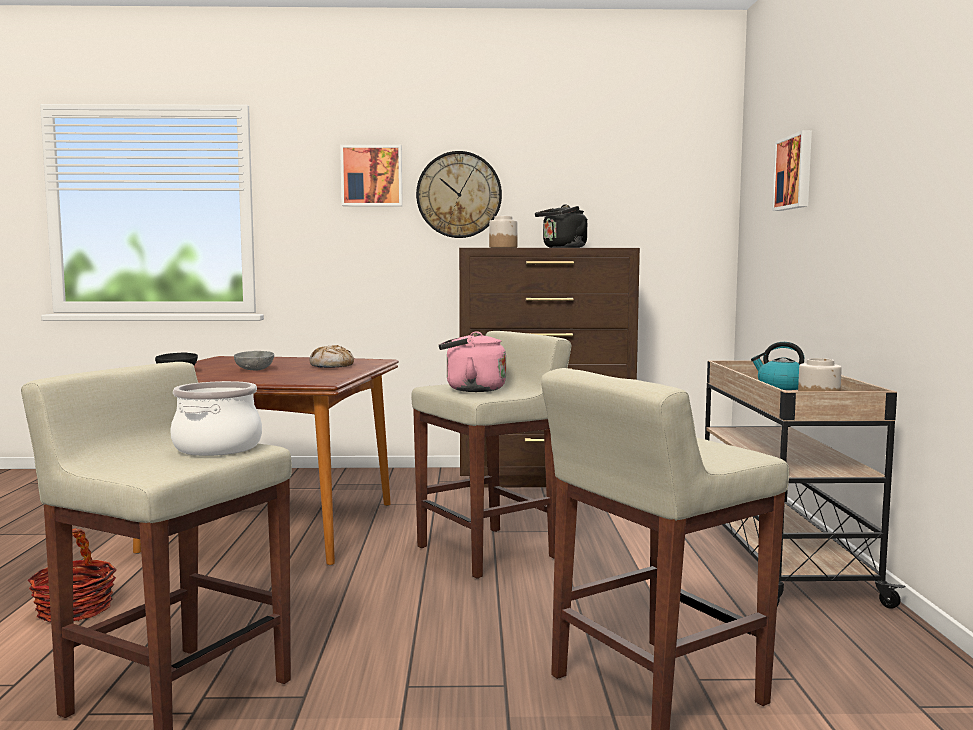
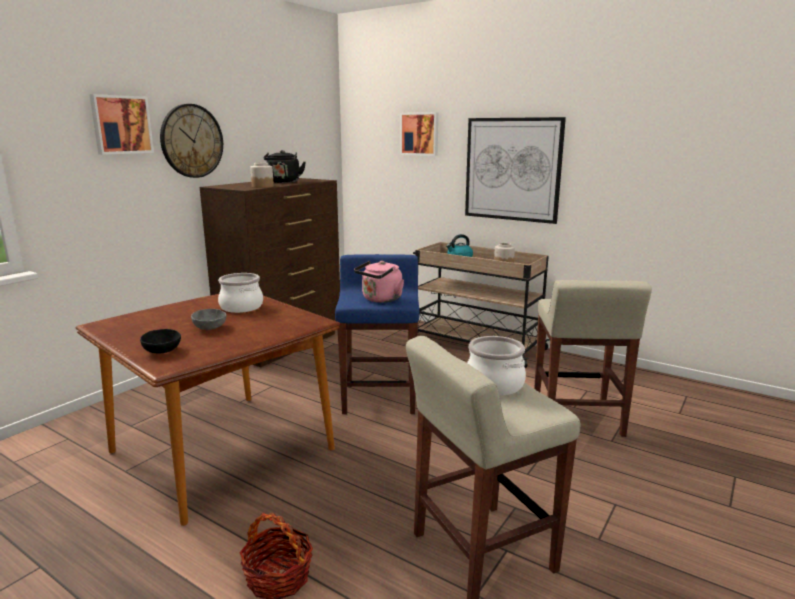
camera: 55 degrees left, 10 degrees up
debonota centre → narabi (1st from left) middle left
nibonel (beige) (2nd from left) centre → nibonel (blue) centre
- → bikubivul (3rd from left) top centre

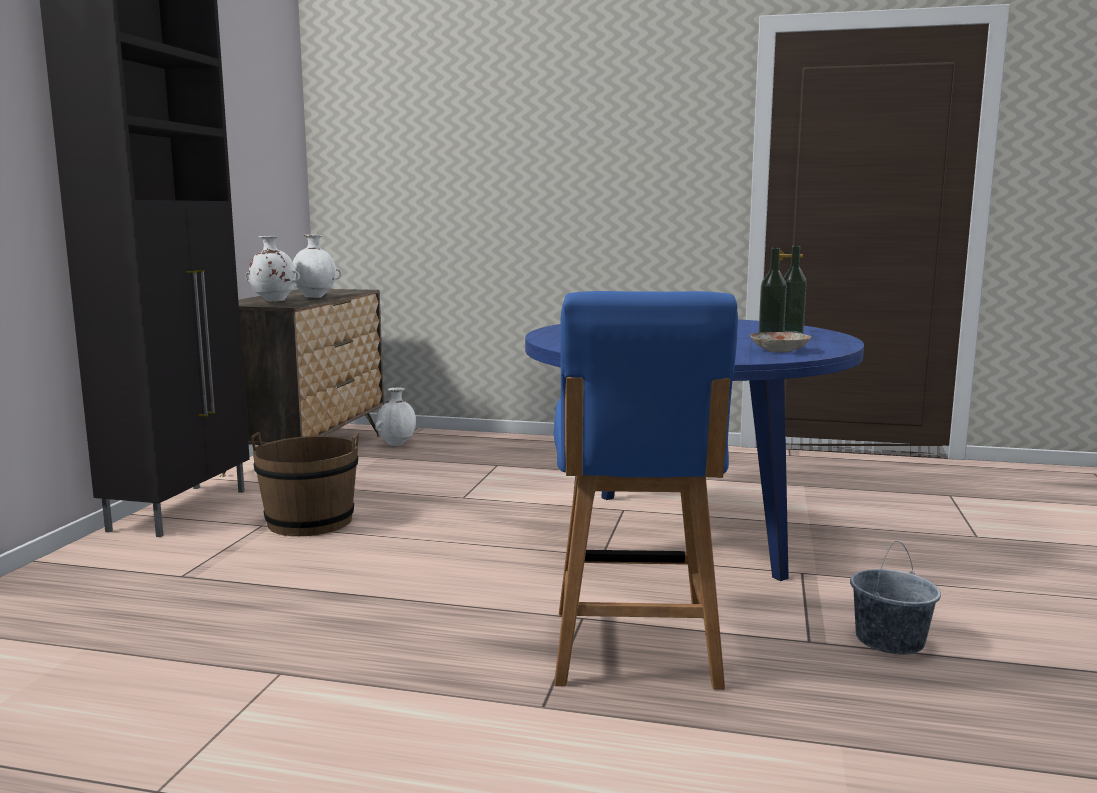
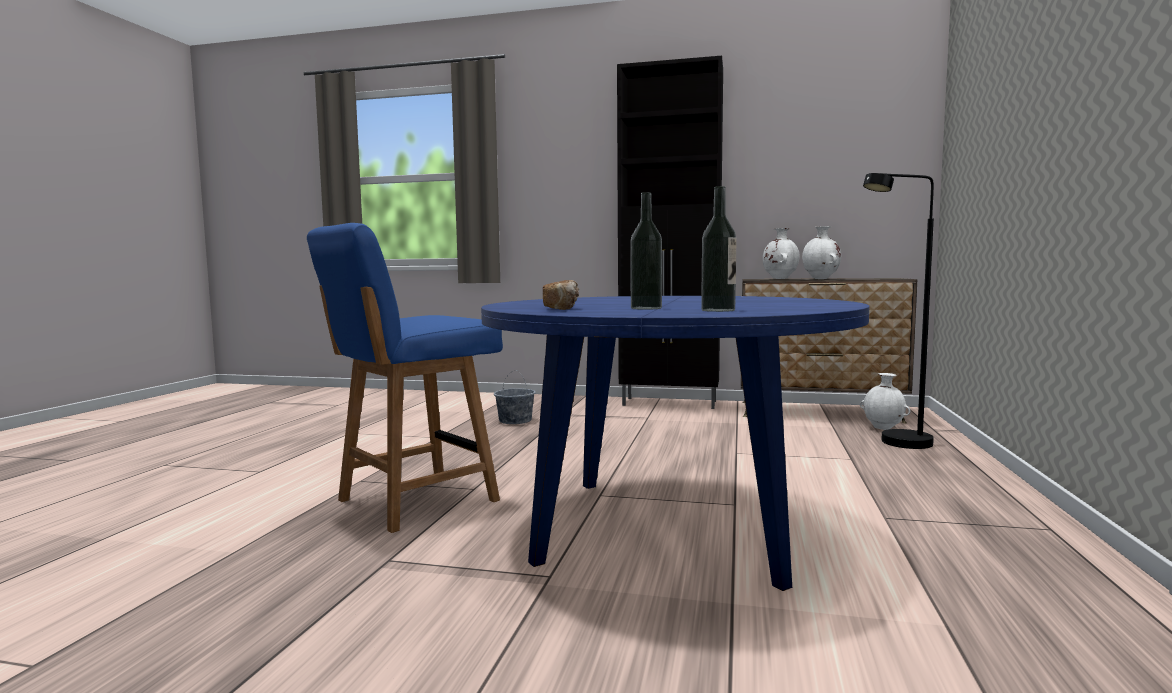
camera: 90 degrees right, 5 degrees down
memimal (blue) centre, 45 degrees counterclockwise
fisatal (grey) bottom right → fisatal (grey) centre, moved
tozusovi middle right → debonota centre
- → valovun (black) middle right
fisatal (brown) middle left → -

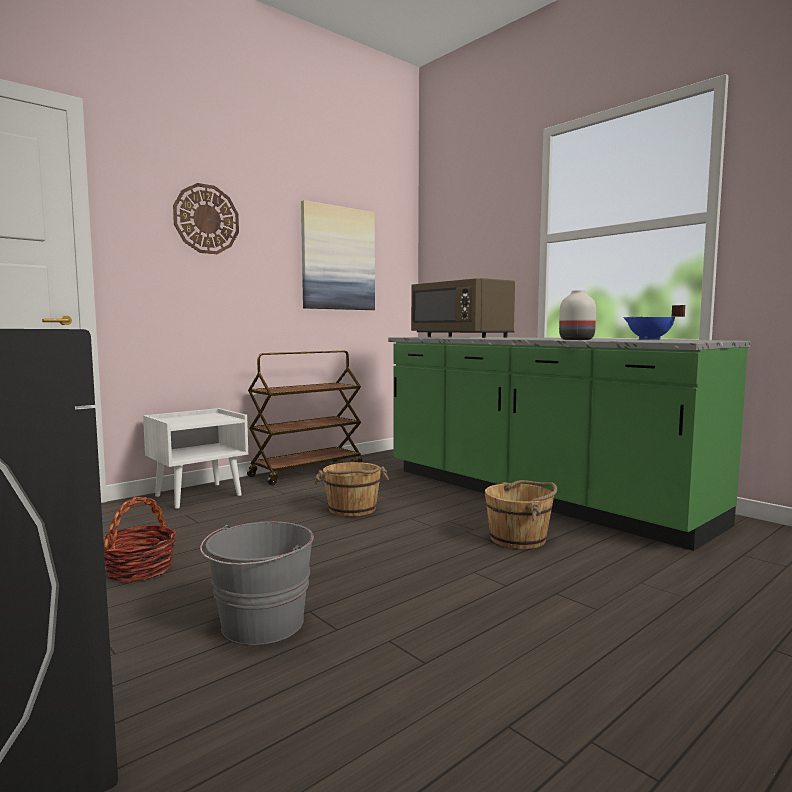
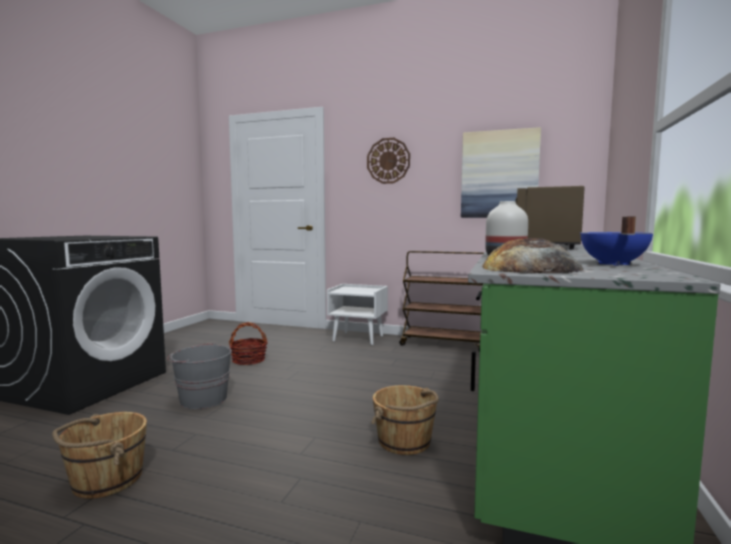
camera: 60 degrees right, 0 degrees up
fisatal (brown) (1st from left) centre → fisatal (brown) (1st from left) bottom left, moved
- → debonota middle right

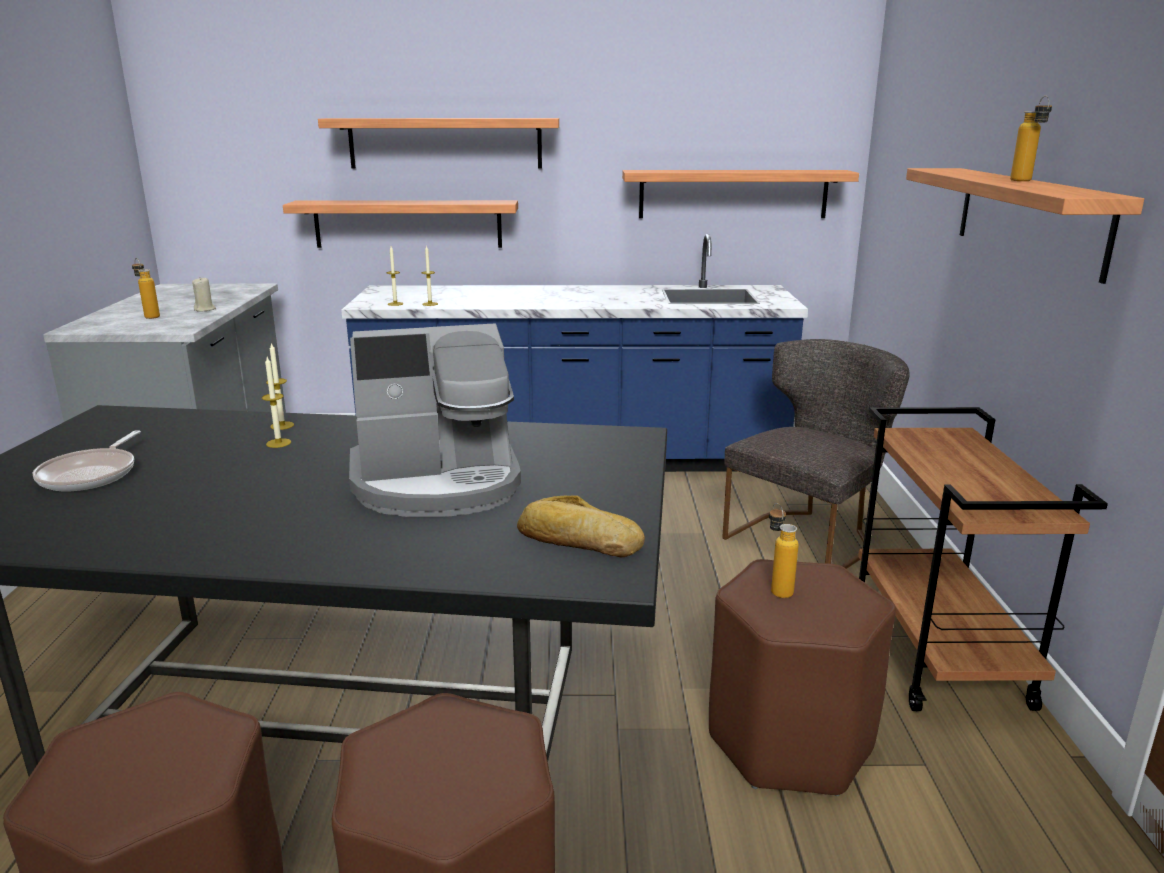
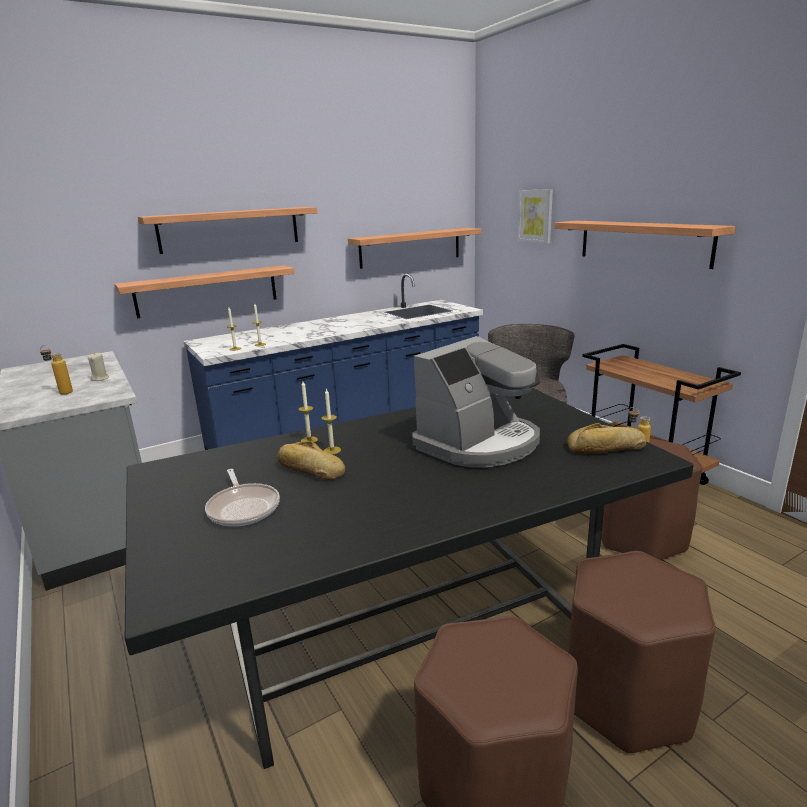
camera: 30 degrees left, 0 degrees up
- → debonota (1st from left) centre
- → bikubivul top centre
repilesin (3rd from left) top right → -

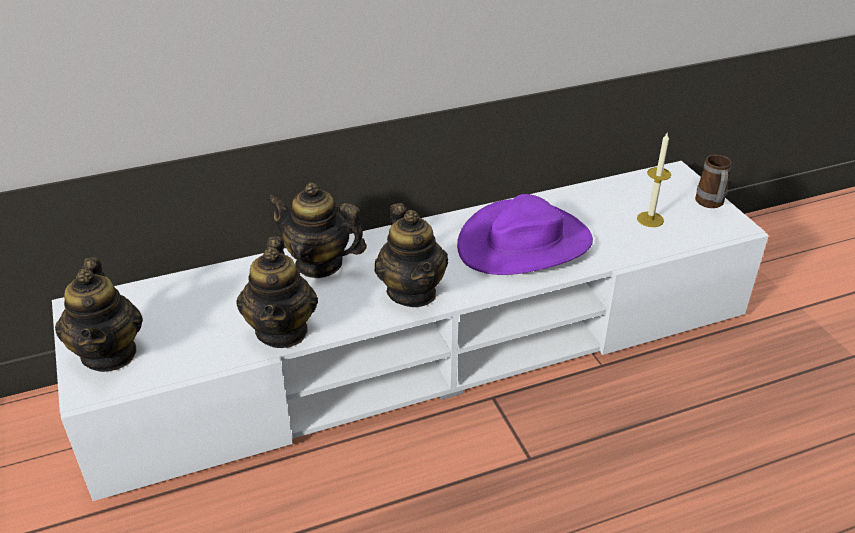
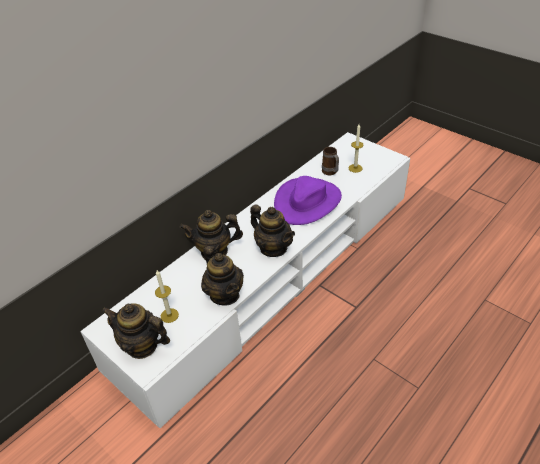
camera: 25 degrees left, 5 degrees up
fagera (1st from left) middle left → fagera (1st from left) bottom left, 150 degrees clockwise
- → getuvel (1st from left) middle left
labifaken middle right → labifaken centre, moved

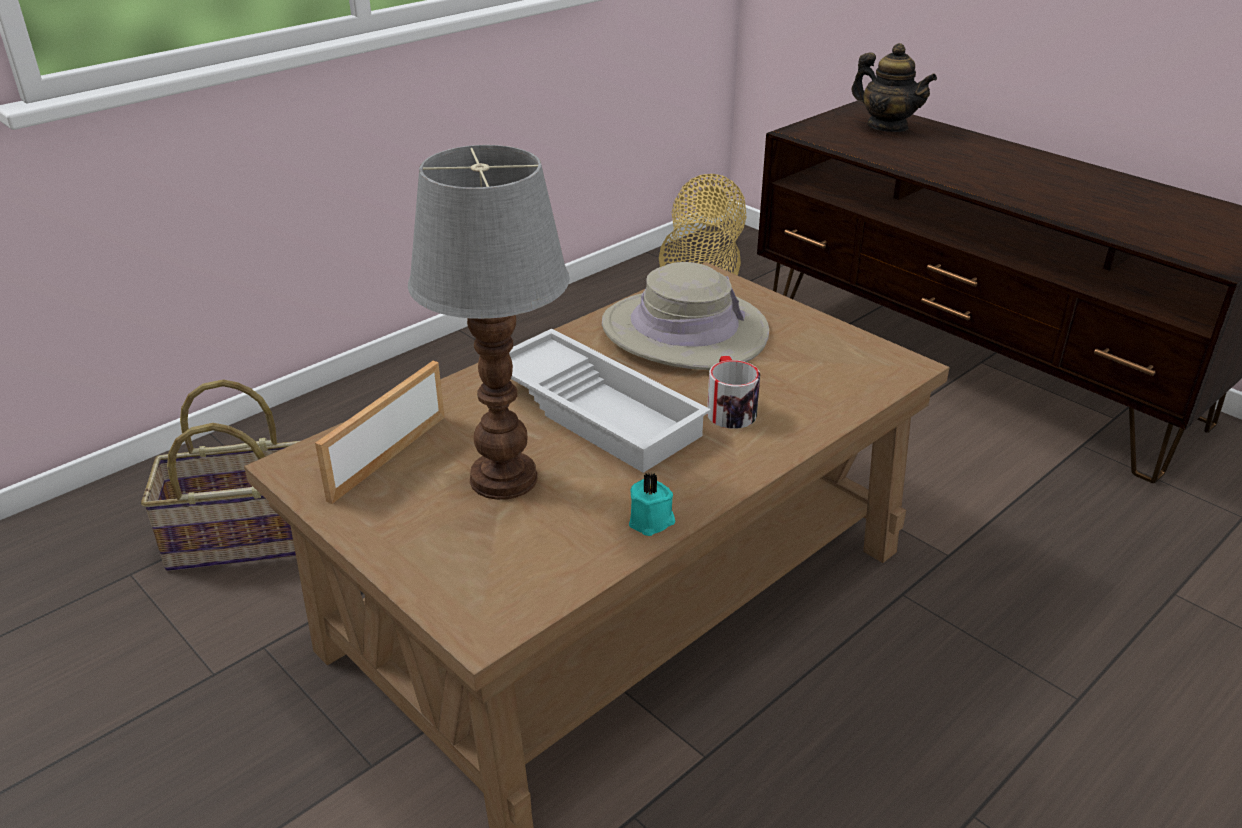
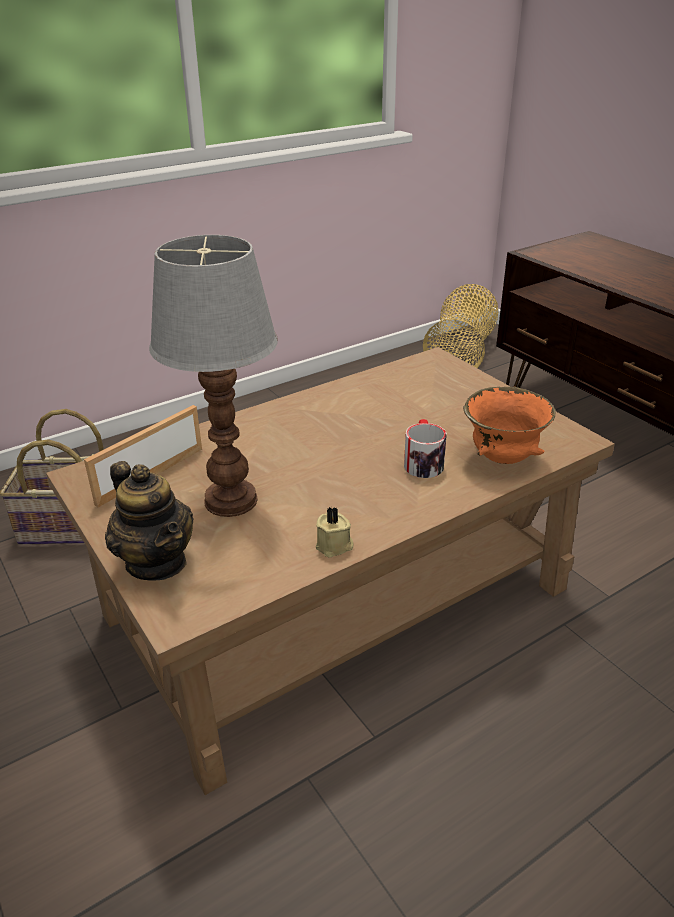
camera: 10 degrees right, 0 degrees up
fagera top right → fagera middle left, moved
getuvel (turquoise) centre → getuvel (beige) centre
- → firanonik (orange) middle right
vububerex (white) centre → -
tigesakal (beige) centre → -

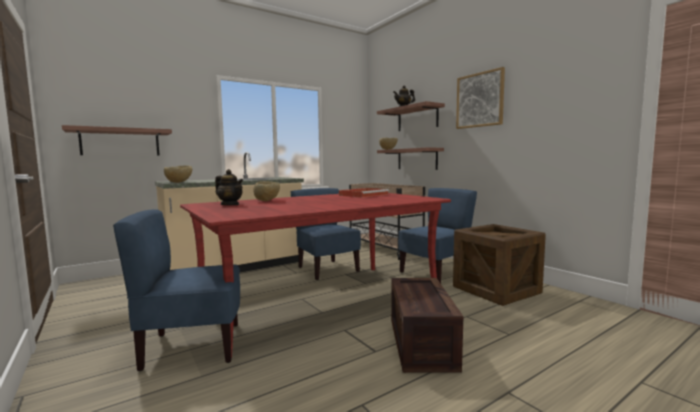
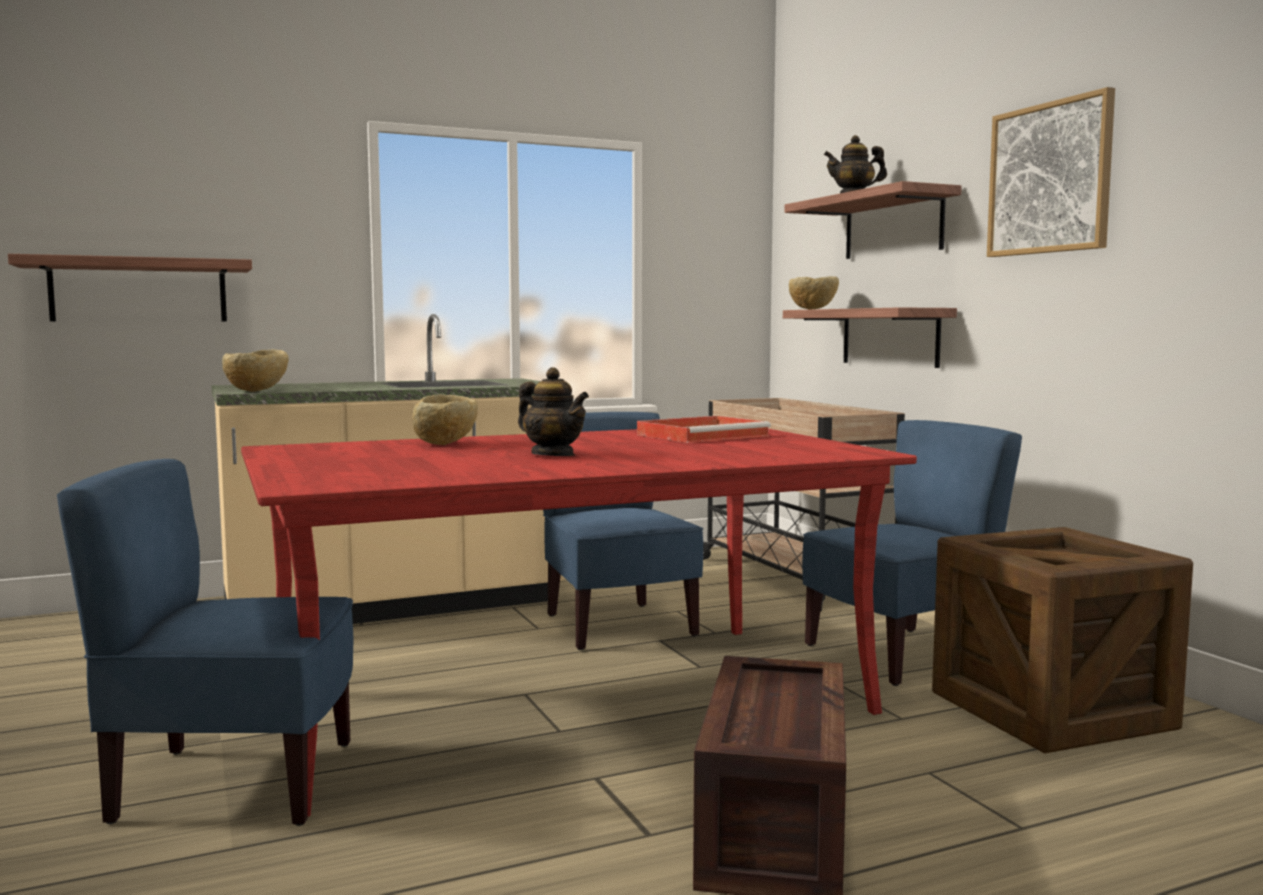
camera: 10 degrees right, 0 degrees up
fagera (1st from left) middle left → fagera (1st from left) centre, moved

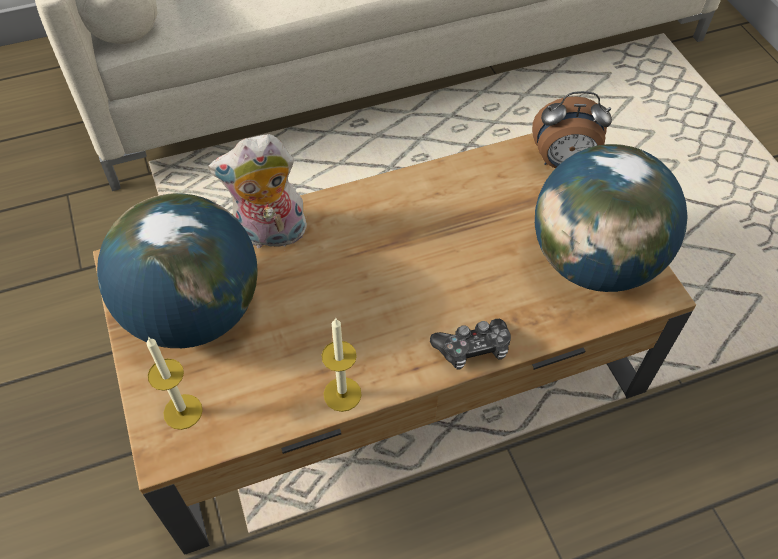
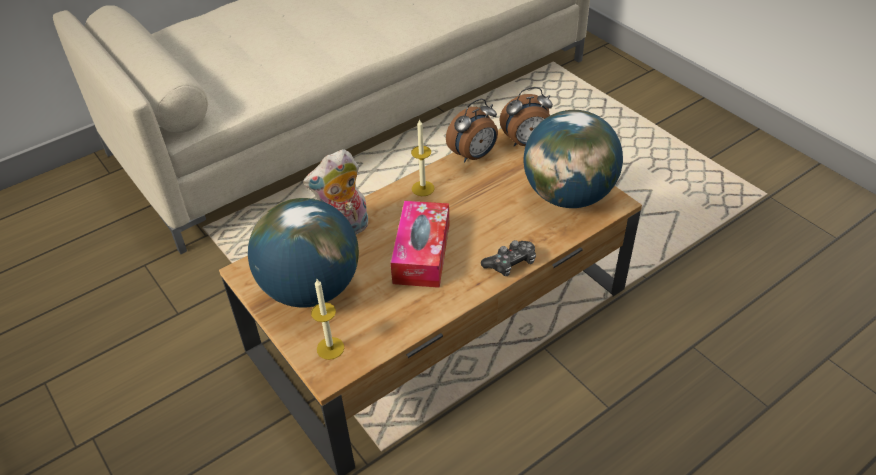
camera: 15 degrees left, 10 degrees down
- → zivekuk centre
getuvel (2nd from left) centre → getuvel (2nd from left) top centre, moved
- → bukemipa (1st from left) top centre

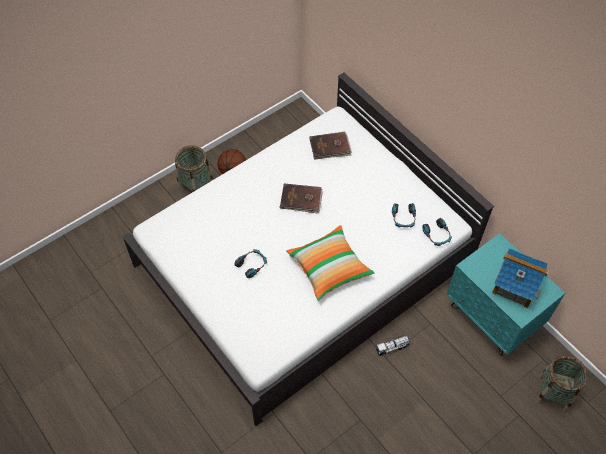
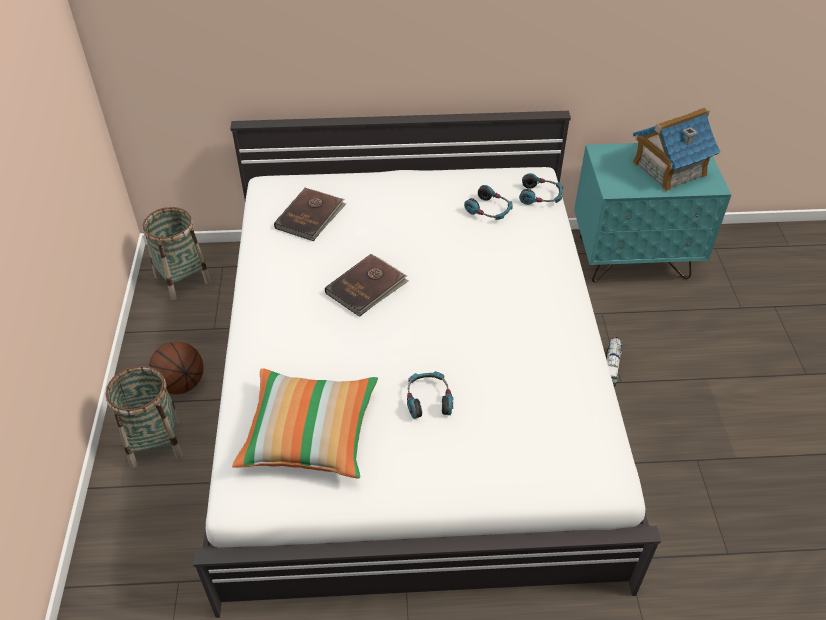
camera: 55 degrees left, 10 degrees down
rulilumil (2nd from left) bottom right → rulilumil (2nd from left) middle left, moved
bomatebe centre → bomatebe bottom centre, moved

